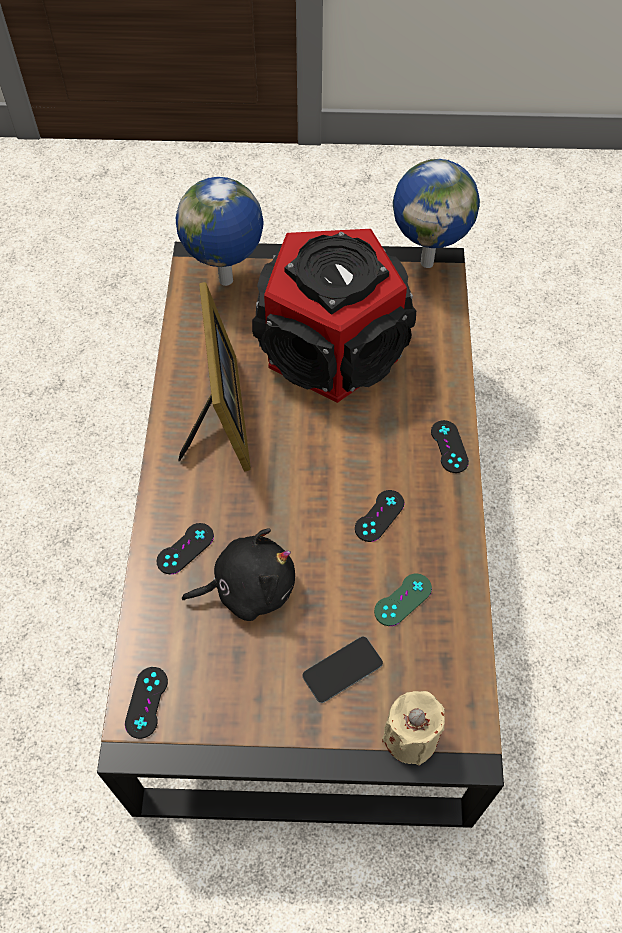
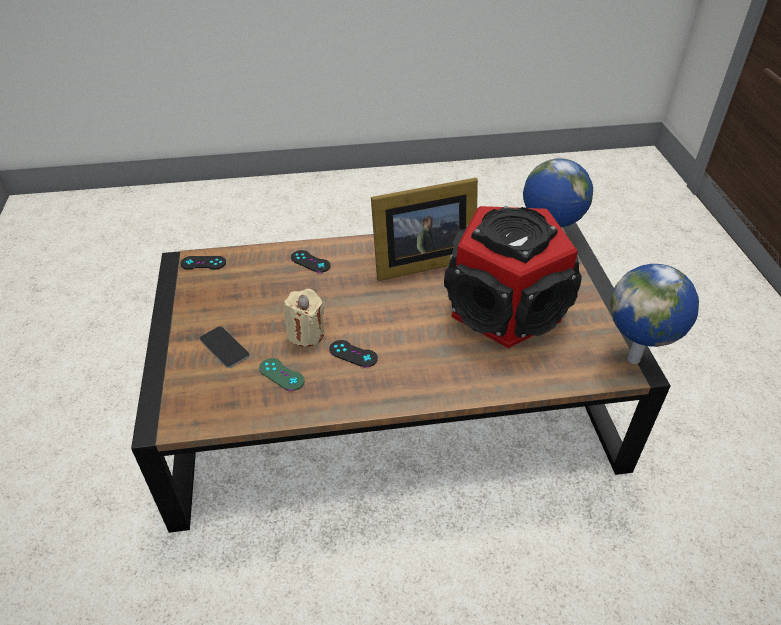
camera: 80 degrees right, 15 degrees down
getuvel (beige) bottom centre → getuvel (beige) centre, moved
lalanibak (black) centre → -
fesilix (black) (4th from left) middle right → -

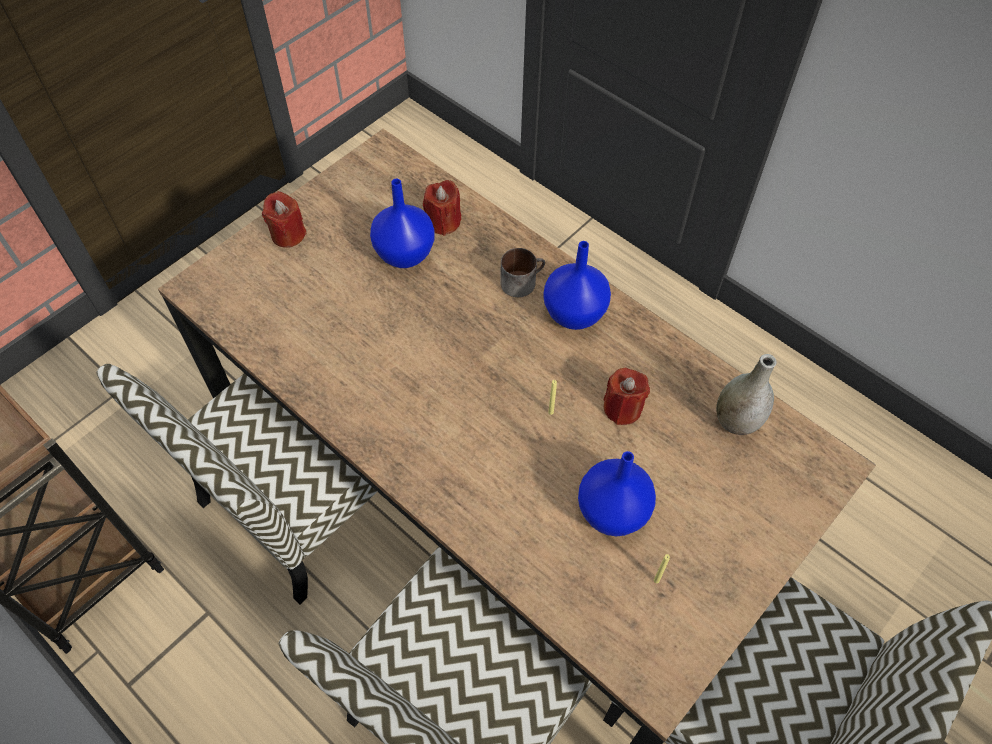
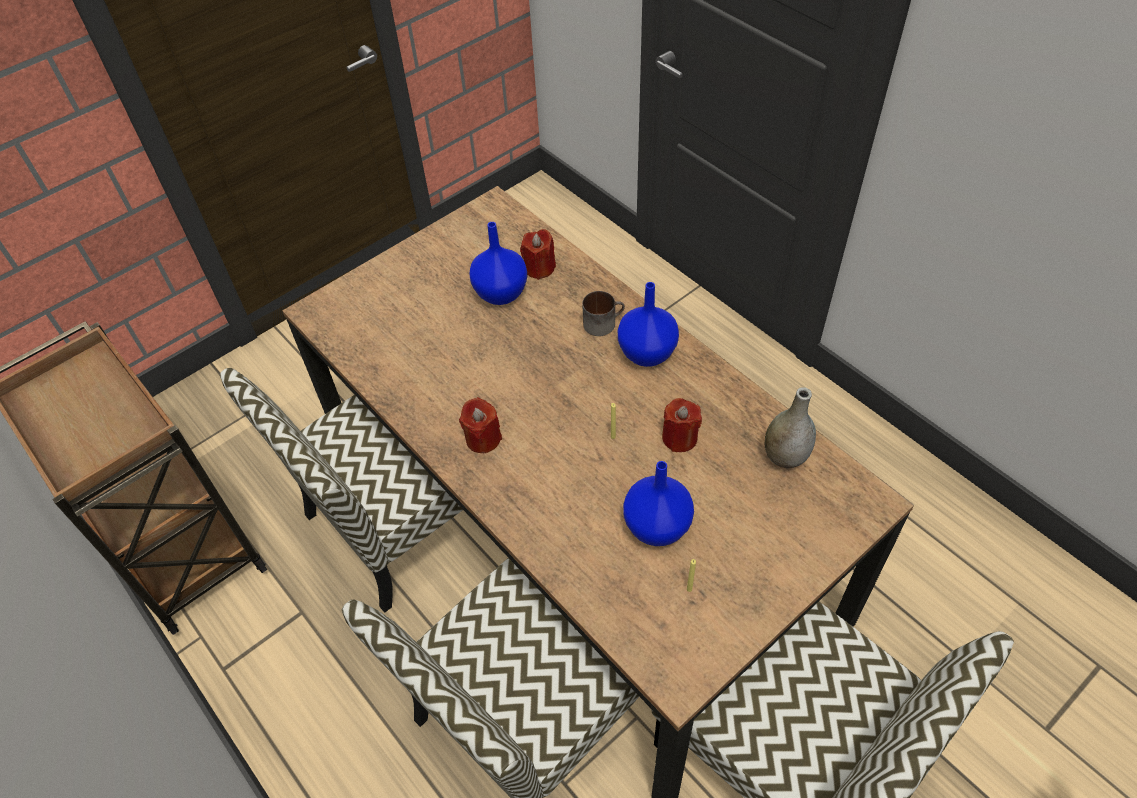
camera: 10 degrees right, 5 degrees down
getuvel (red) (1st from left) top left → getuvel (red) (1st from left) centre, moved

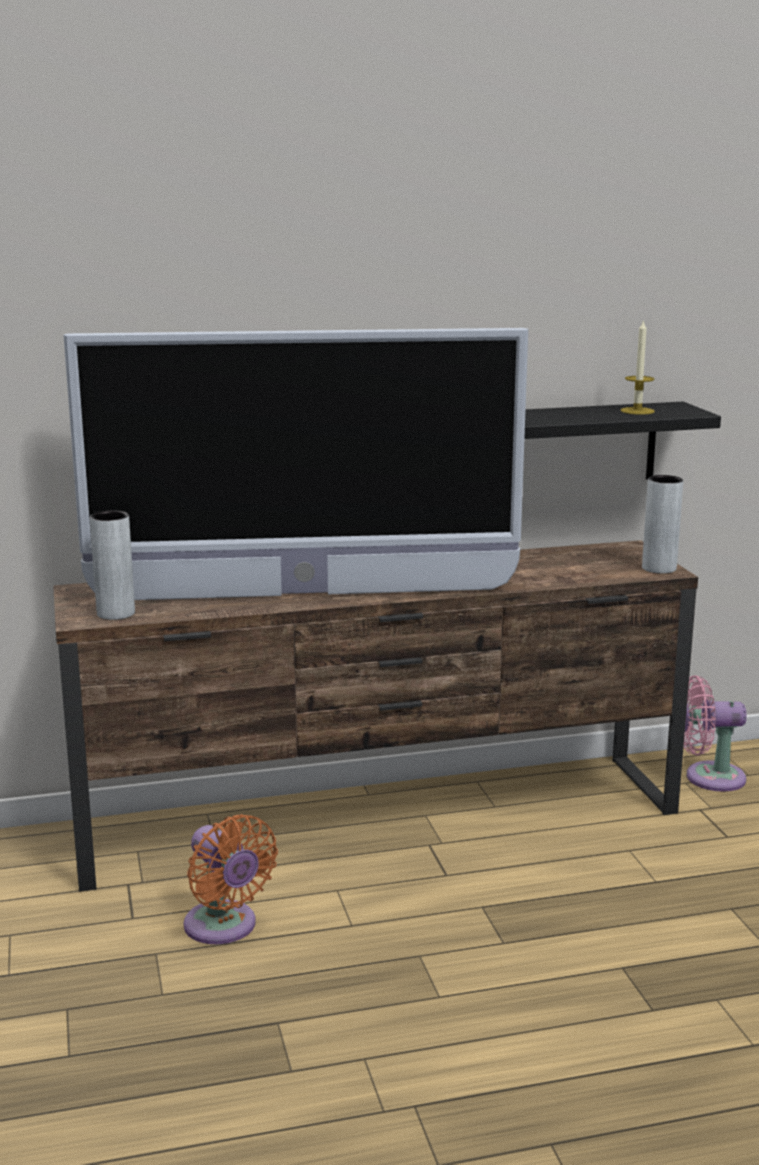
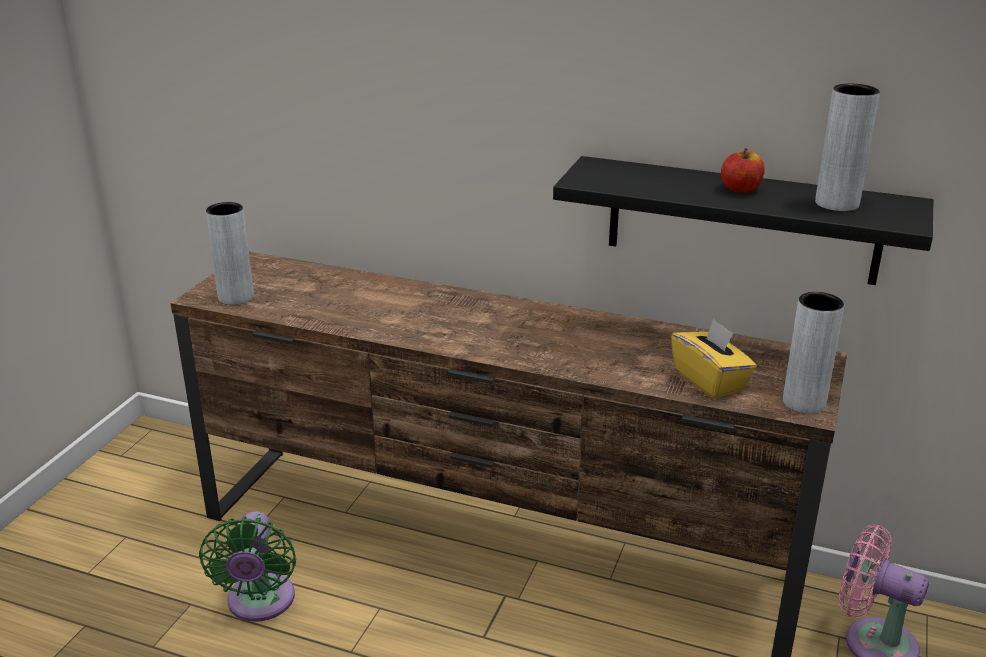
camera: 35 degrees right, 10 degrees up
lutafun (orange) bottom left → lutafun (green) bottom left
- → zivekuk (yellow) middle right
- → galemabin top right
getuvel top right → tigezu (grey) (3rd from left) top right
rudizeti centre → -

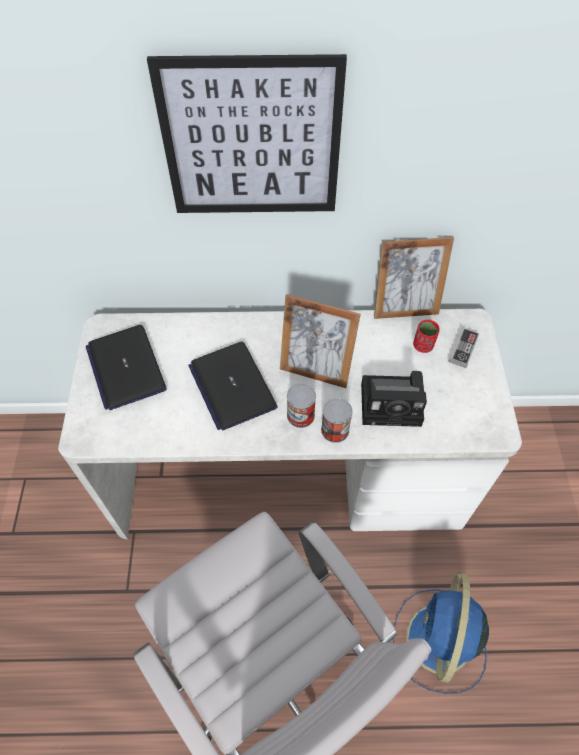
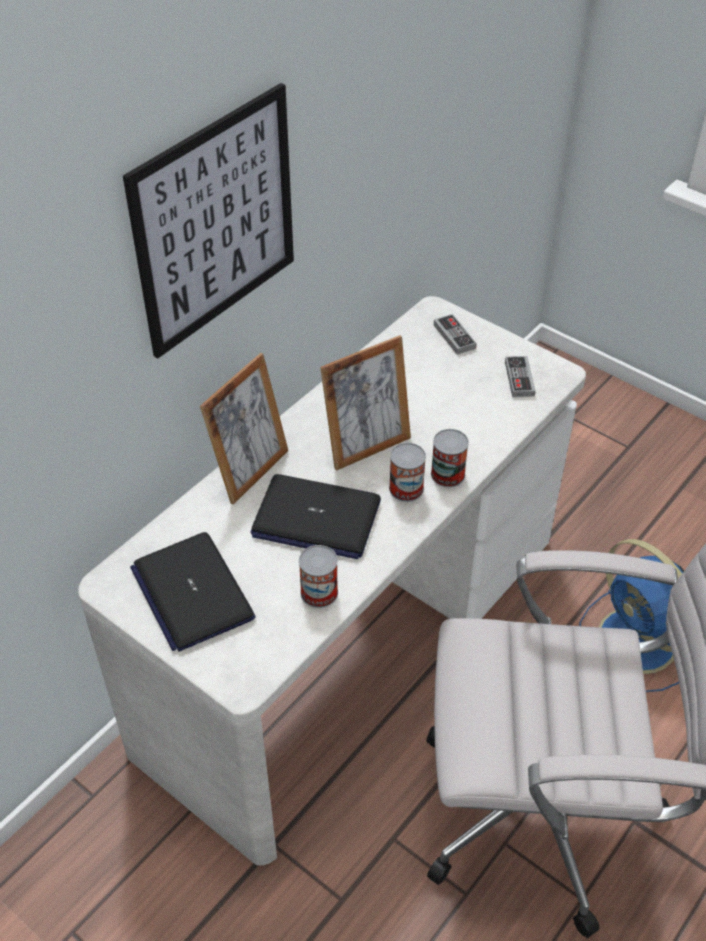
camera: 50 degrees left, 10 degrees down
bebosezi (1st from left) middle left, 45 degrees clockwise
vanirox (2nd from left in the first image) middle right → vanirox (1st from left) centre, moved
- → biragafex (1st from left) centre
- → fesilix (2nd from left) middle right
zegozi middle right → -
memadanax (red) middle right → -

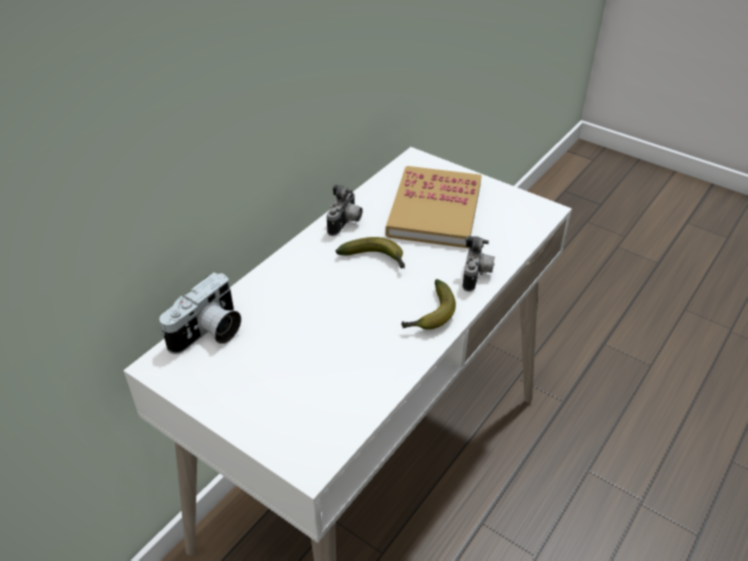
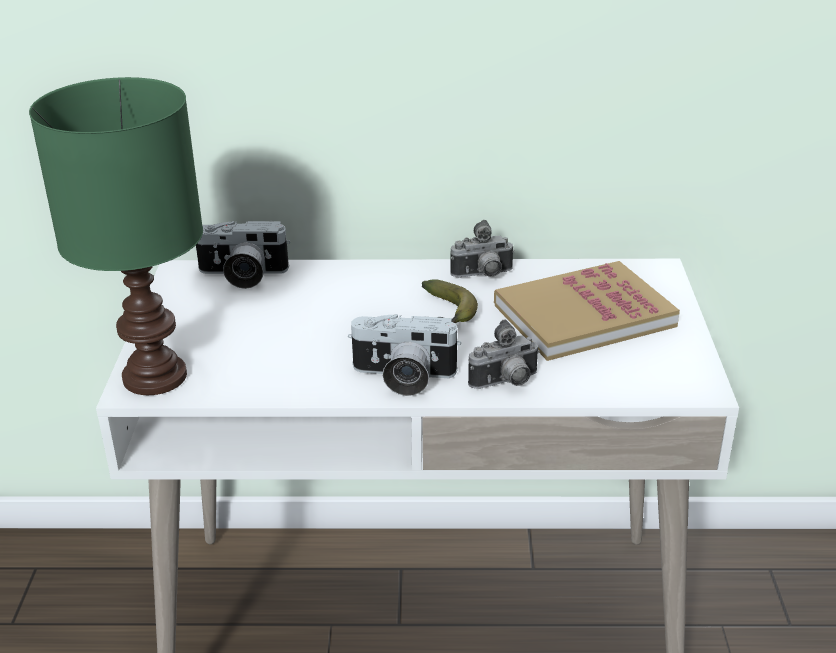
camera: 55 degrees right, 10 degrees down
- → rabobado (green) middle left
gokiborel (2nd from left) centre → zegozi (2nd from left) centre

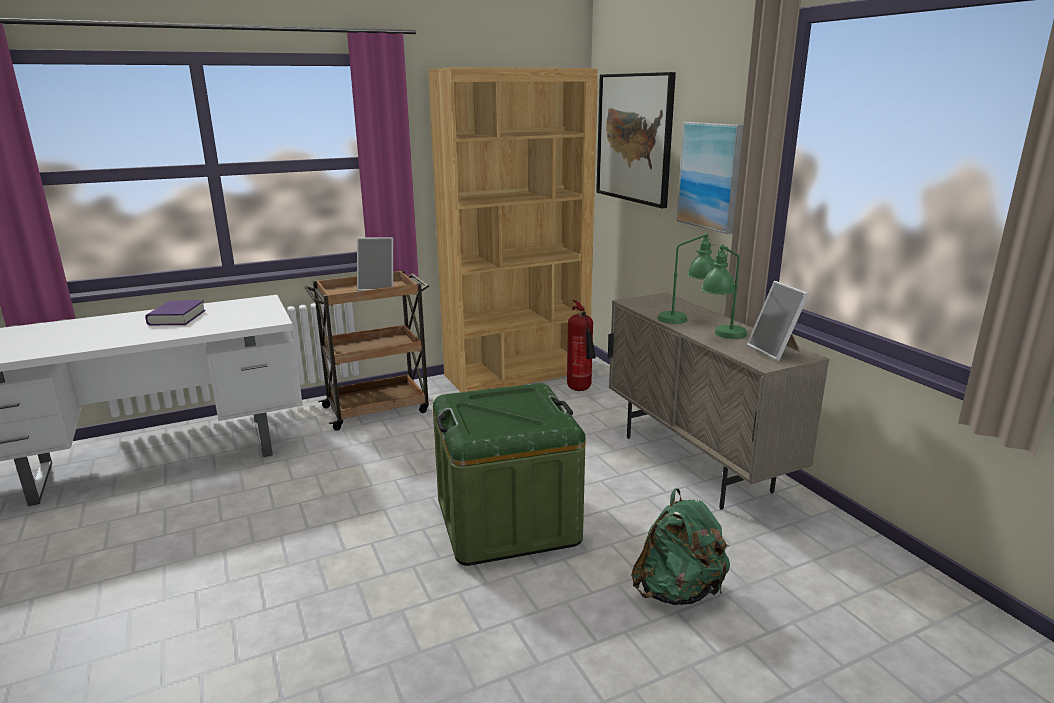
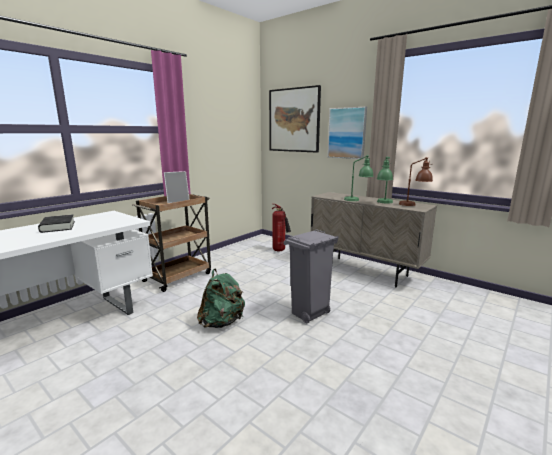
camera: 25 degrees left, 5 degrees down
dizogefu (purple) middle left → dizogefu (black) middle left
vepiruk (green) bottom centre → vepiruk (green) centre, moved
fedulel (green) bottom centre → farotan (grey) centre
vanirox (2nd from left) middle right → rabobado (brown) middle right
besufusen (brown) top centre → -

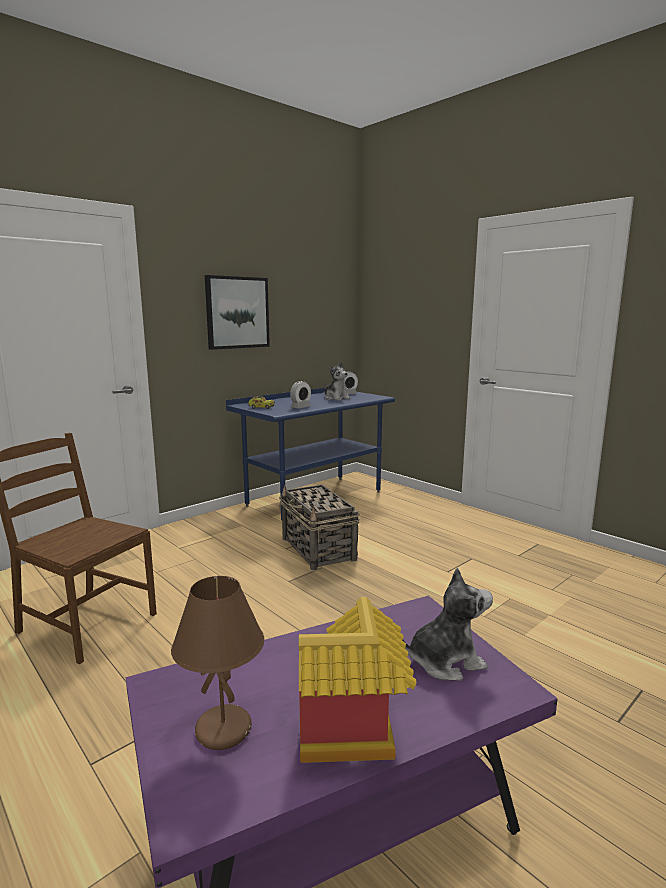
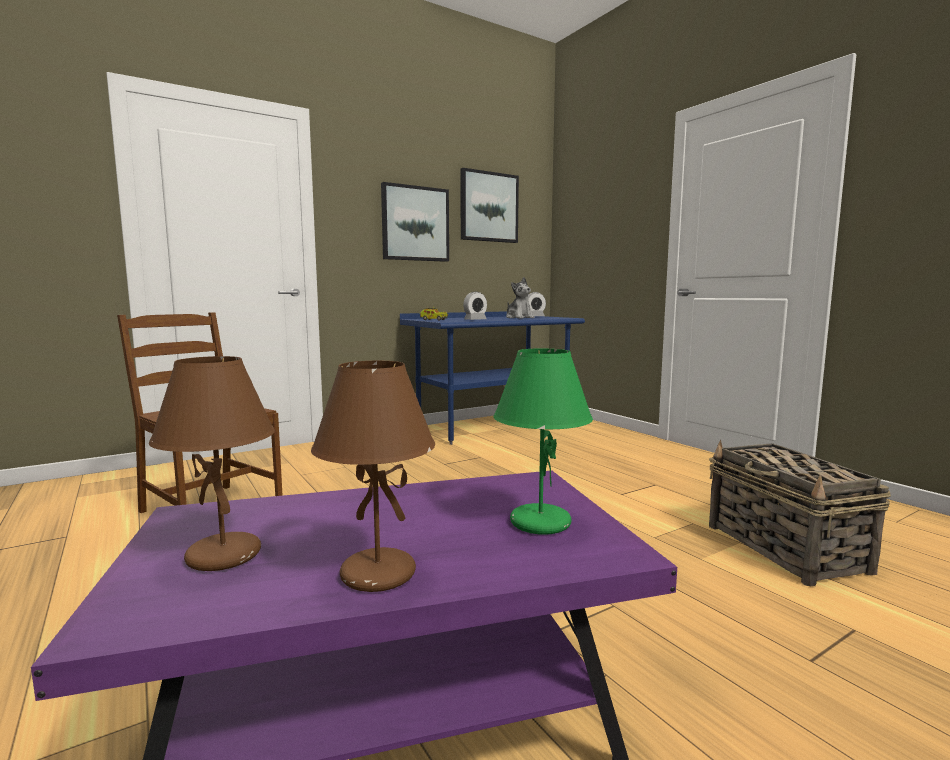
camera: 10 degrees right, 5 degrees down
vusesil bottom centre → rabobado (brown) (2nd from left) centre
- → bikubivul (2nd from left) top centre
lalanibak (2nd from left) bottom right → rabobado (green) centre
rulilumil centre → rulilumil bottom right, moved

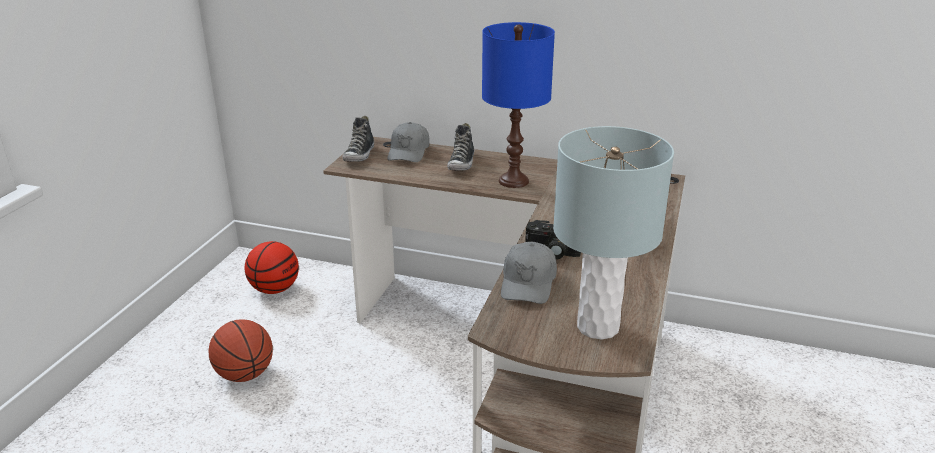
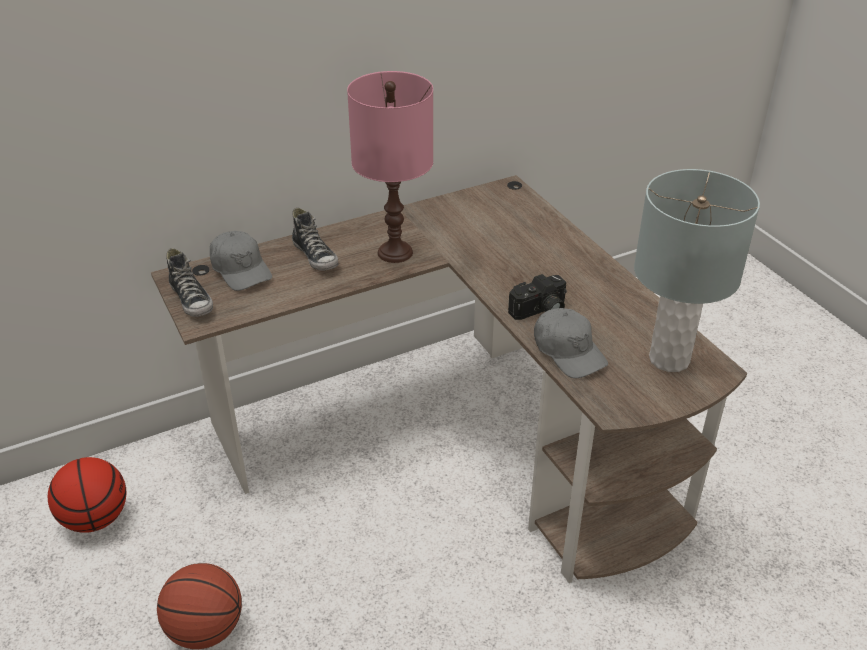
camera: 45 degrees left, 10 degrees up
rabobado (blue) top centre → rabobado (pink) top centre

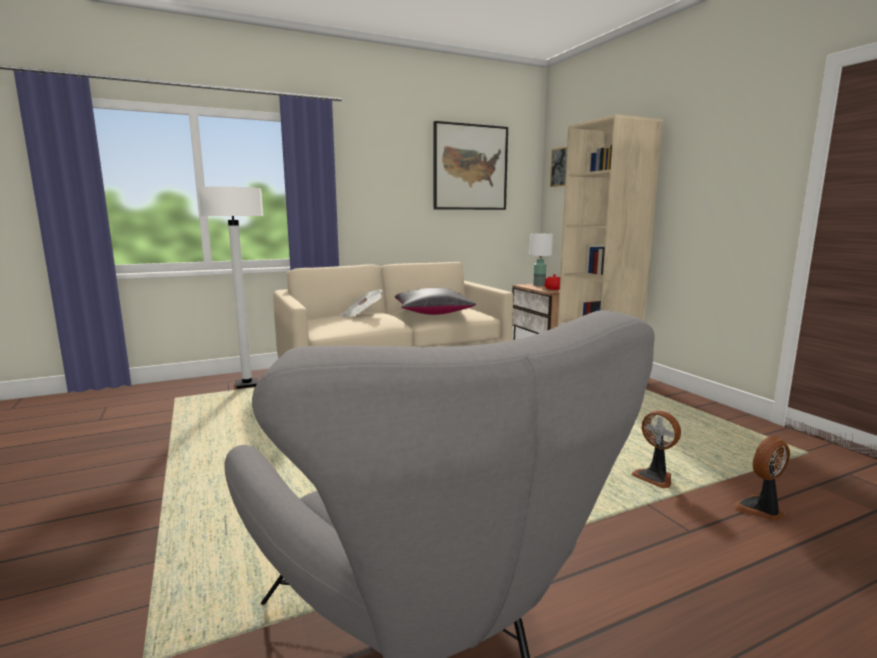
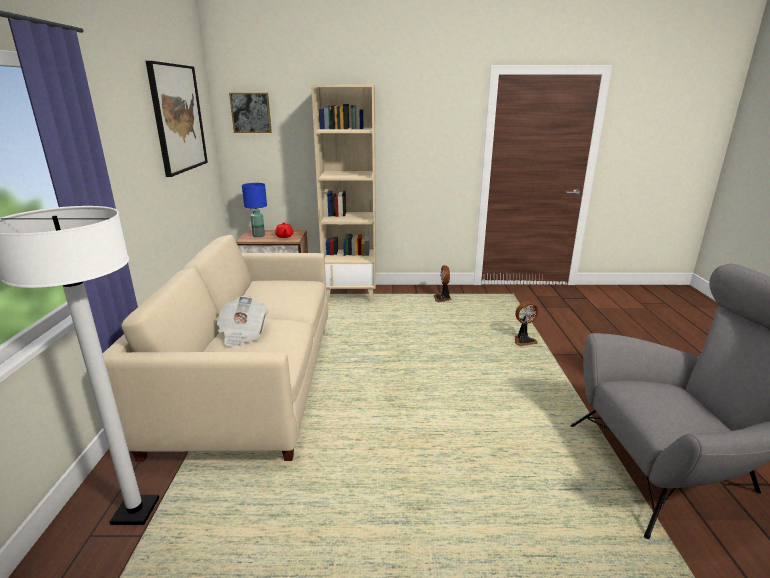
camera: 65 degrees left, 10 degrees up
rabobado (white) centre → rabobado (blue) middle left
lutafun (2nd from left in the first image) bottom right → lutafun (1st from left) centre, moved
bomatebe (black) centre → -

